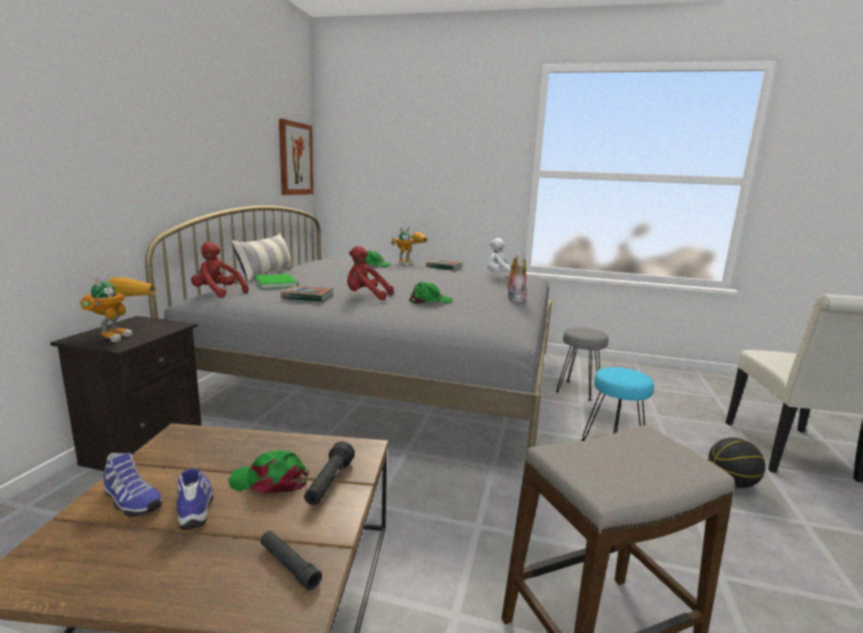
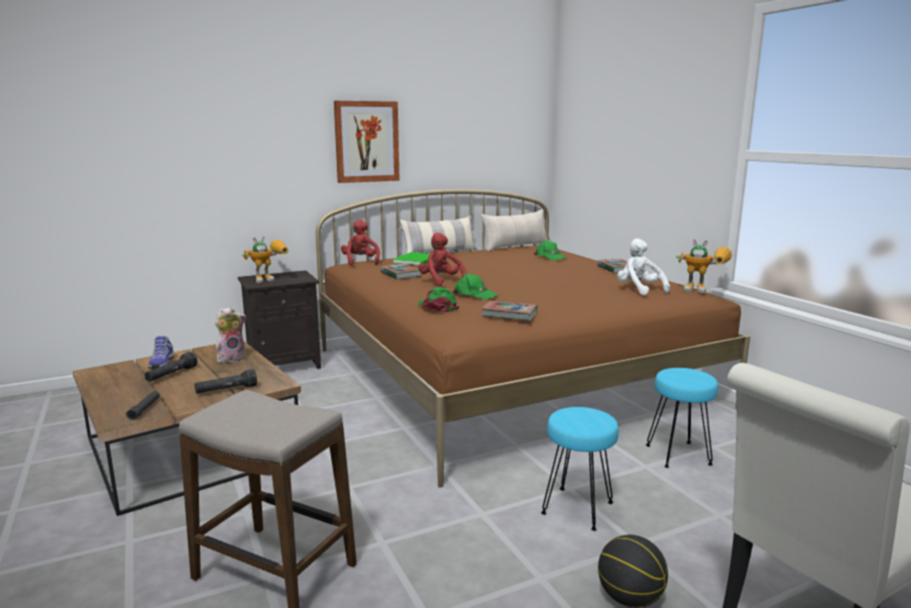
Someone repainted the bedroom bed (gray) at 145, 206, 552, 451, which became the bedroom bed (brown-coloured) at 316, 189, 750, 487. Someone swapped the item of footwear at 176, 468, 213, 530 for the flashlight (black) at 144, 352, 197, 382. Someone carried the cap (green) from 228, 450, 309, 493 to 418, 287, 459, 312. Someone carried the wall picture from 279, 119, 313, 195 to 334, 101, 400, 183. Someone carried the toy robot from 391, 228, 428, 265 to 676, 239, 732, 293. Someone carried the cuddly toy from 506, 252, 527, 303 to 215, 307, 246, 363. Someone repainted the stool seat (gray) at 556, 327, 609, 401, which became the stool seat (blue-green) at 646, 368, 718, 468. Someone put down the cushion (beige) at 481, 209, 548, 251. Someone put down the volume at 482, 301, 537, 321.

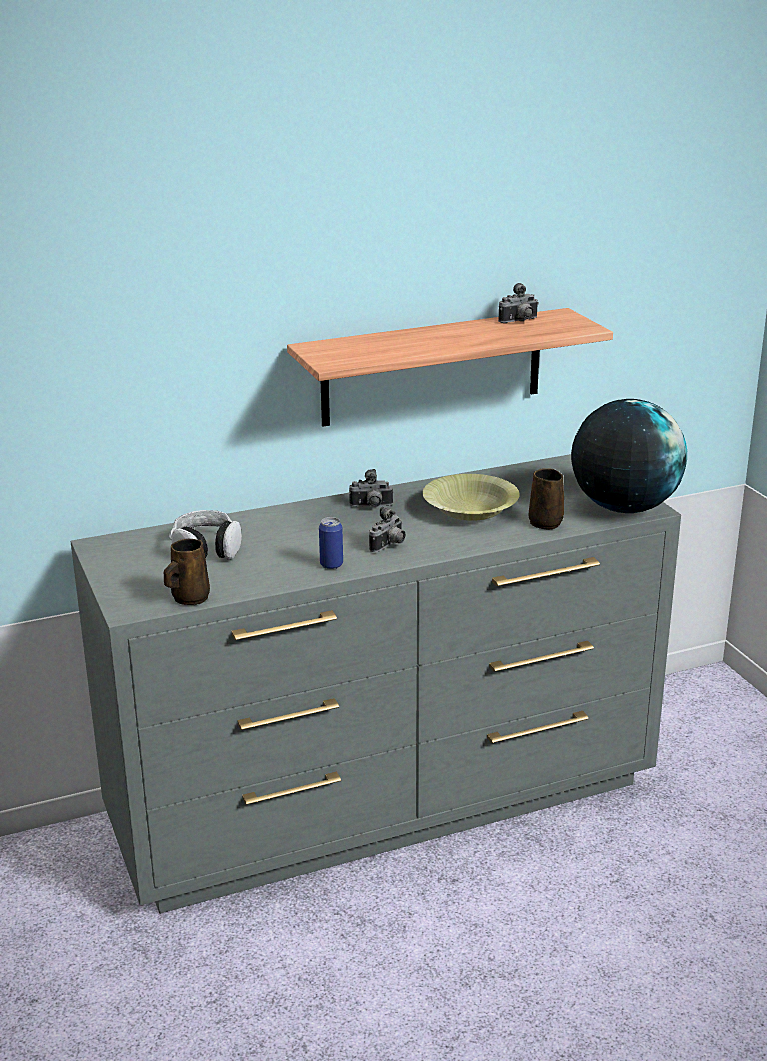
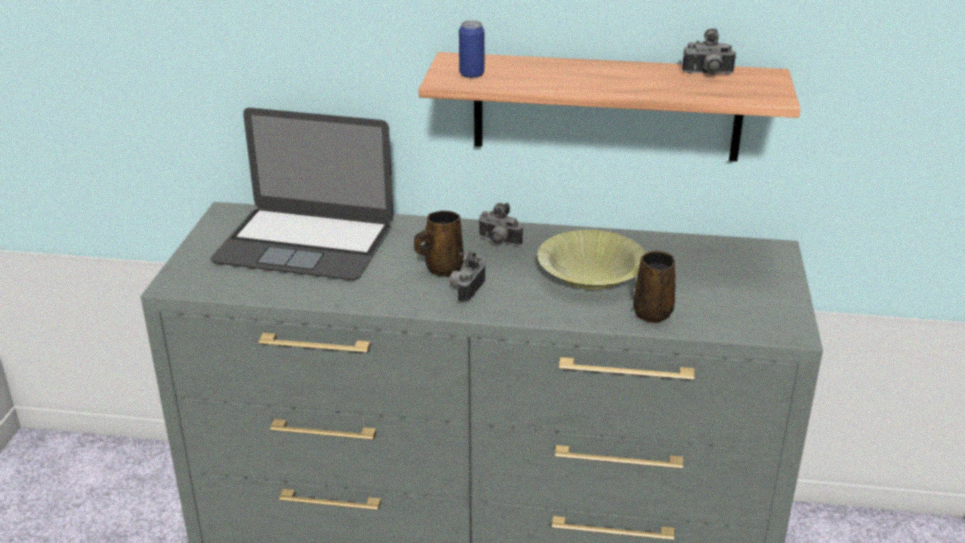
Someone carried the tea mug (brown-coloured) from 164, 539, 210, 605 to 414, 211, 463, 277. Someone swapped the pair of headphones at 169, 510, 242, 560 for the laptop at 210, 108, 393, 280. Someone carried the metal can from 319, 517, 343, 569 to 459, 20, 484, 78. Someone rotated the photo camera at 369, 507, 405, 552 by 135 degrees clockwise. Someone took away the desk globe at 571, 399, 687, 513.

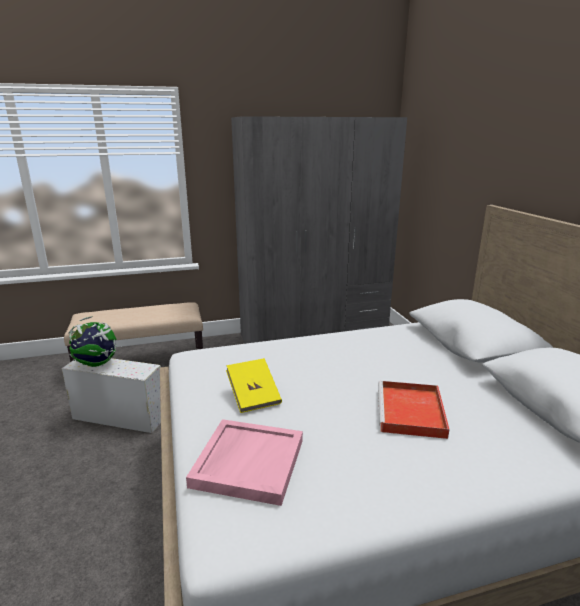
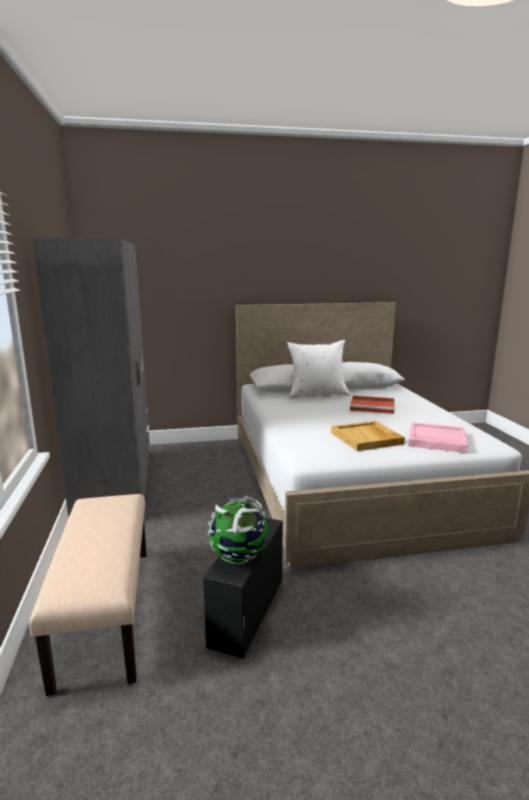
Someone repainted the storage box (white) at 62, 358, 161, 433, which became the storage box (black) at 203, 518, 283, 658. Someone swapped the volume (yellow-coloured) at 226, 358, 282, 413 for the tray (beige) at 331, 421, 405, 451. Someone put down the cushion (white) at 287, 340, 350, 399.

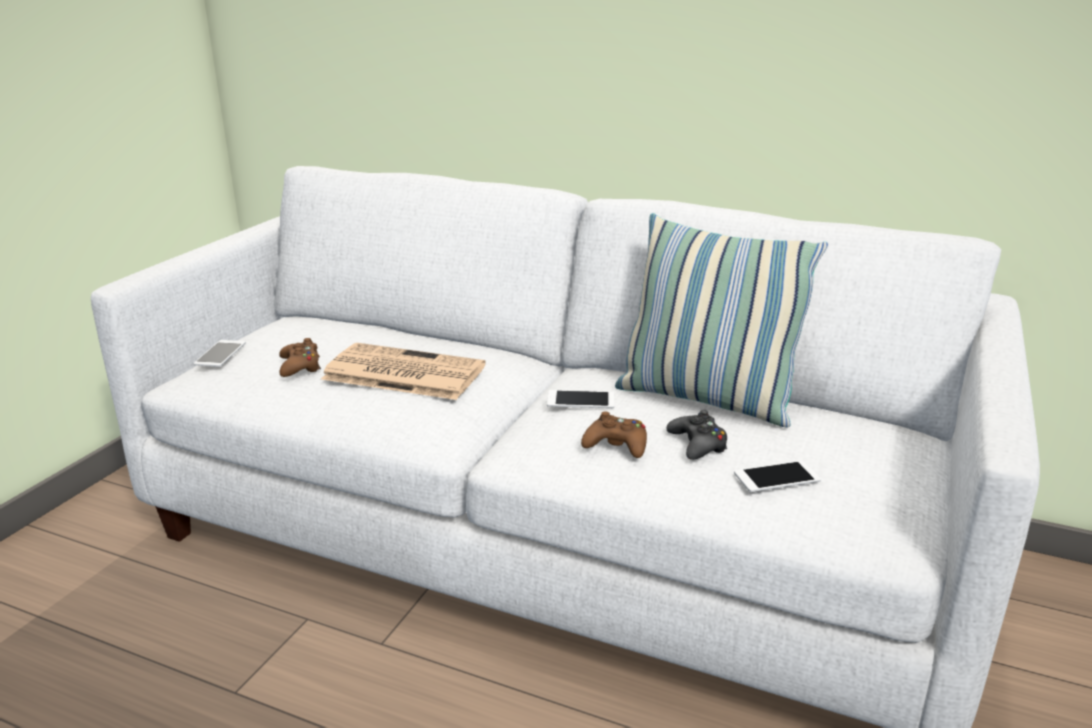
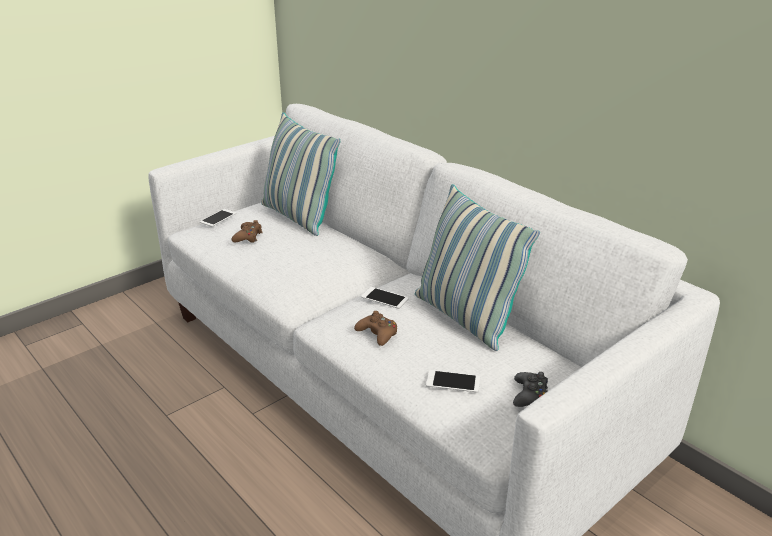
Someone took away the newspaper at 321, 343, 486, 400. Someone carried the game controller (black) from 666, 410, 727, 460 to 513, 372, 548, 407. Someone put down the cushion at 261, 112, 341, 236.

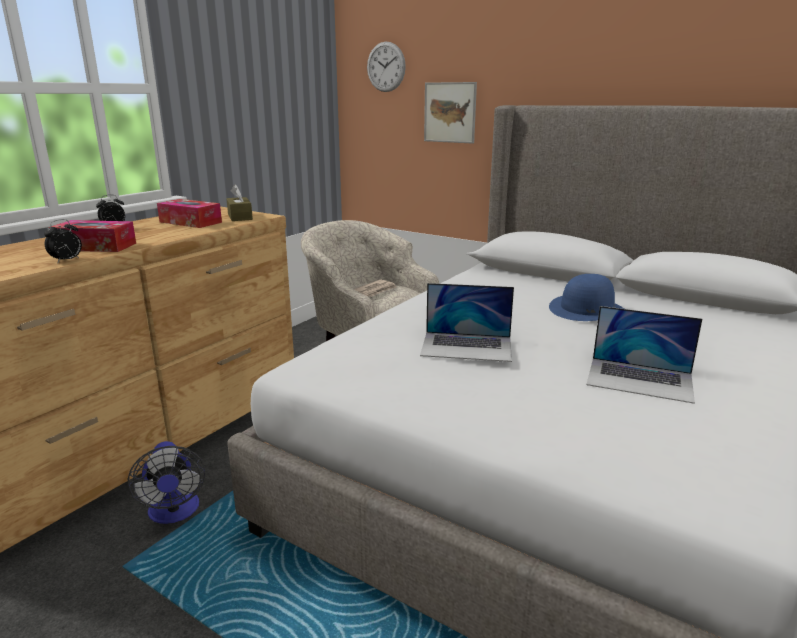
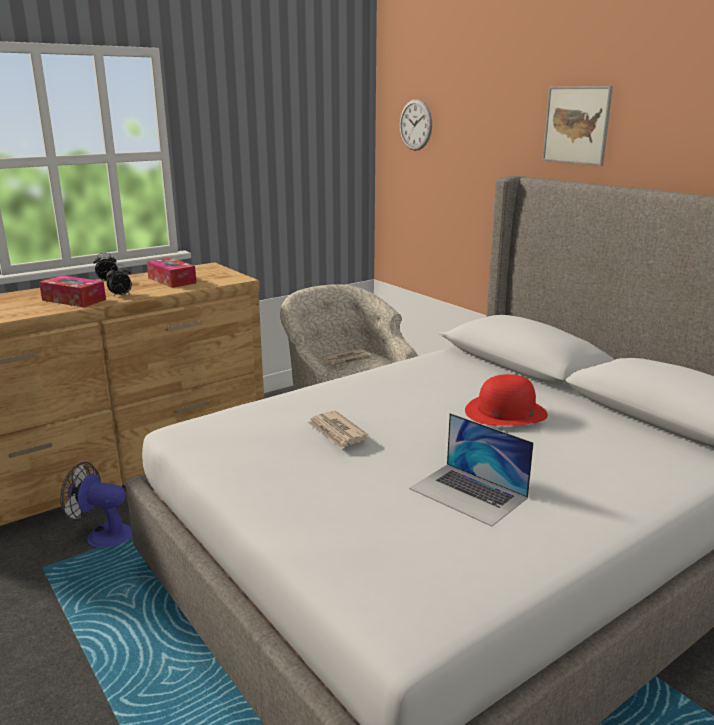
Someone carried the table clock from 44, 219, 82, 262 to 106, 265, 132, 296. Someone rotated the fan at 128, 441, 205, 524 by 105 degrees clockwise. Someone took away the tissue box (brown-coloured) at 227, 184, 253, 221. Someone swapped the laptop at 420, 283, 514, 362 for the newspaper at 307, 411, 369, 449. Someone carried the wall picture from 424, 82, 477, 144 to 542, 86, 613, 166. Someone repainted the clothing hat (bluish) at 549, 274, 624, 321, which became the clothing hat (red) at 465, 374, 548, 426.

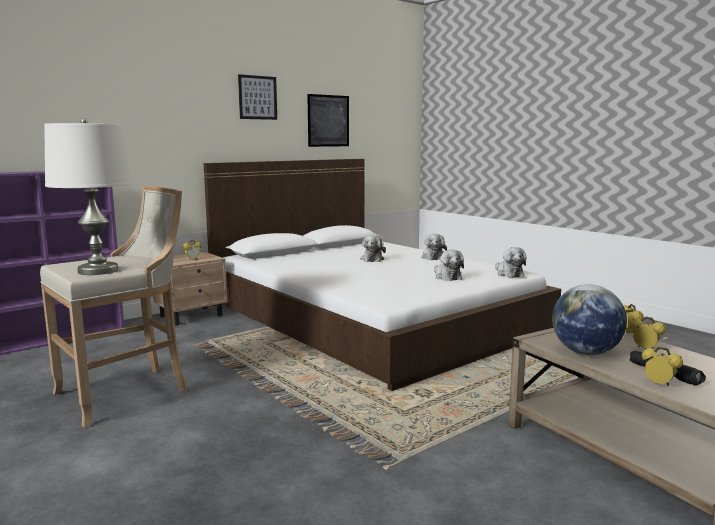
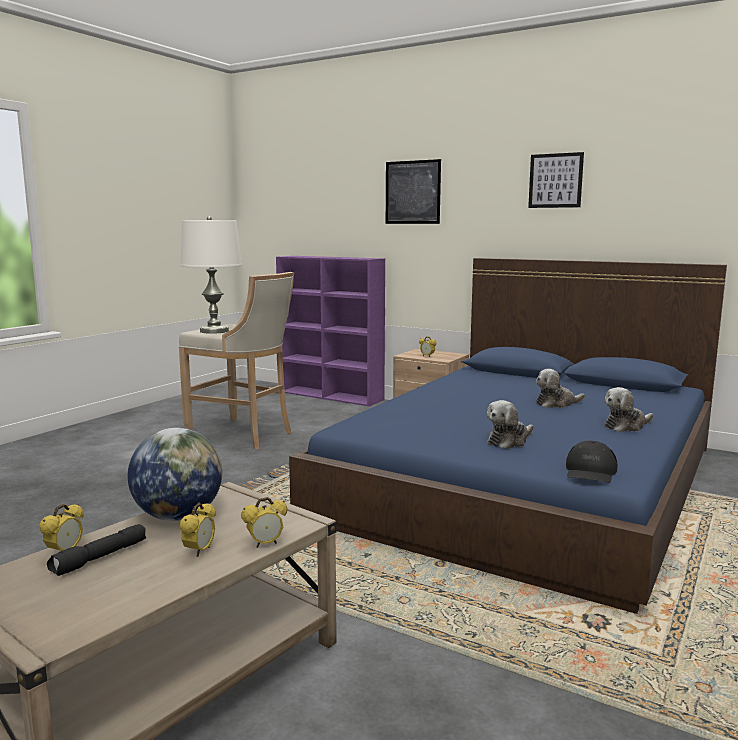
Someone repainted the bedroom bed (white) at 203, 159, 561, 391, which became the bedroom bed (bluish) at 289, 258, 727, 614. Someone carried the wall picture from 307, 94, 349, 147 to 386, 159, 441, 224. Someone swapped the cuddly toy at 495, 247, 527, 277 for the cap (black) at 566, 441, 618, 483.

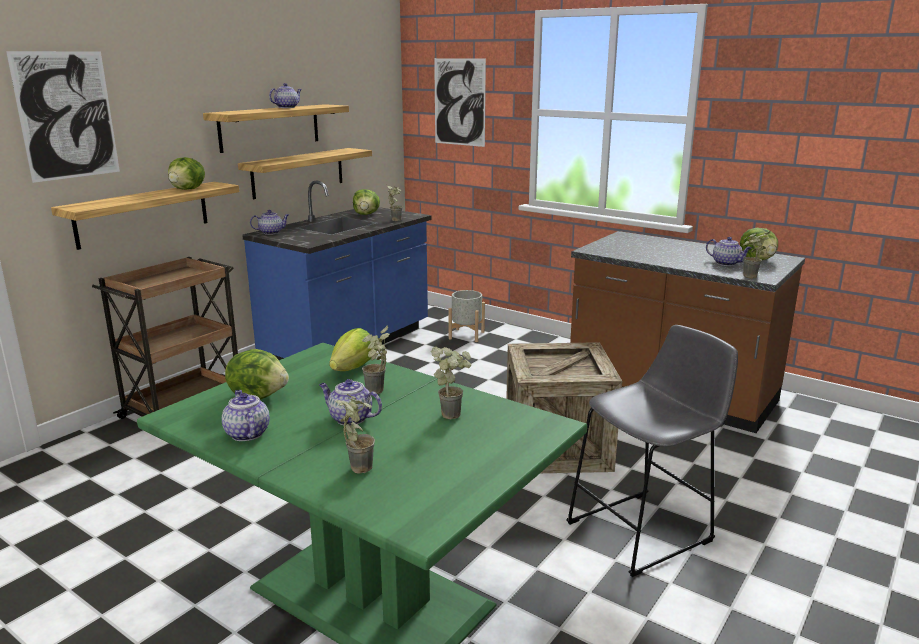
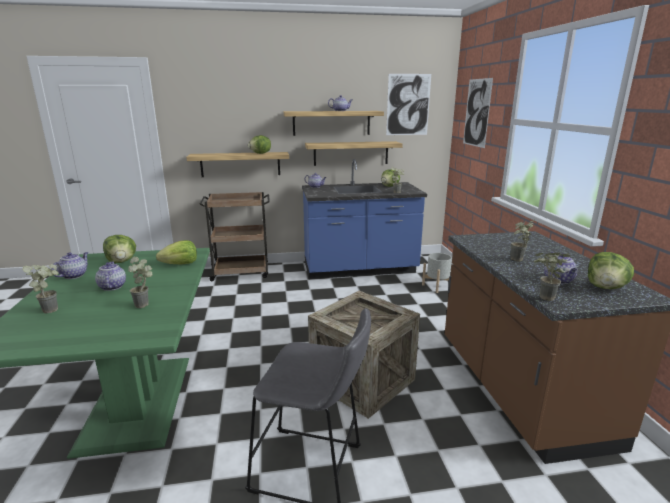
Someone carried the wall picture from 6, 51, 120, 183 to 386, 74, 431, 135. Someone carried the houseplant from 362, 326, 390, 394 to 511, 219, 535, 262.

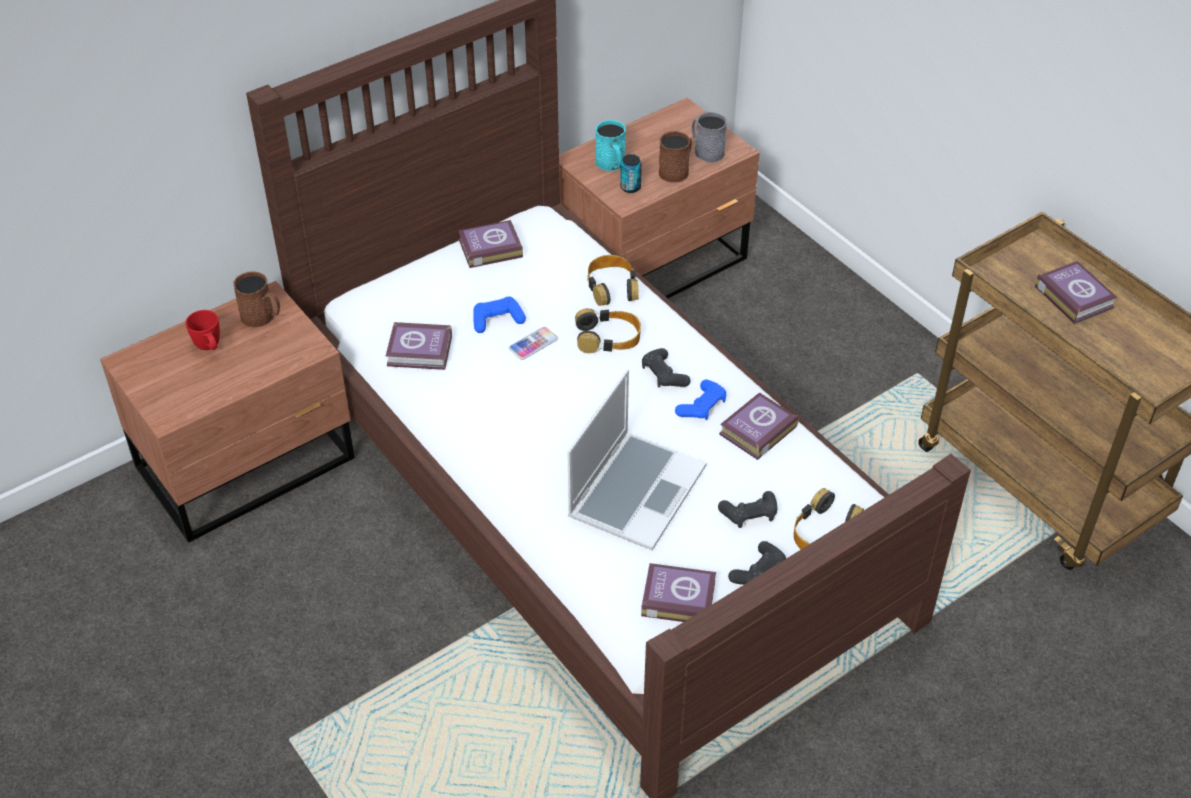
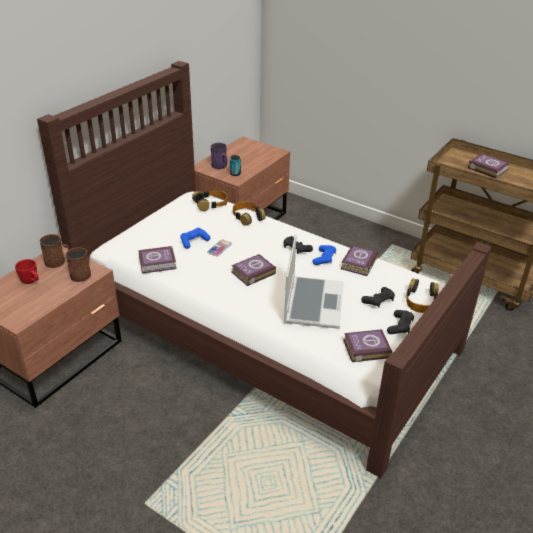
Someone carried the volume from 458, 220, 523, 268 to 231, 254, 276, 286. Someone carried the pair of headphones from 575, 308, 641, 353 to 192, 191, 227, 211. Someone repainted the tea mug (blue-green) at 595, 120, 626, 171, which became the tea mug (purple-coloured) at 211, 143, 228, 169. Someone carried the tea mug (brown-coloured) from 659, 131, 692, 182 to 65, 247, 91, 282. Someone took away the tea mug (gray) at 692, 112, 727, 163.

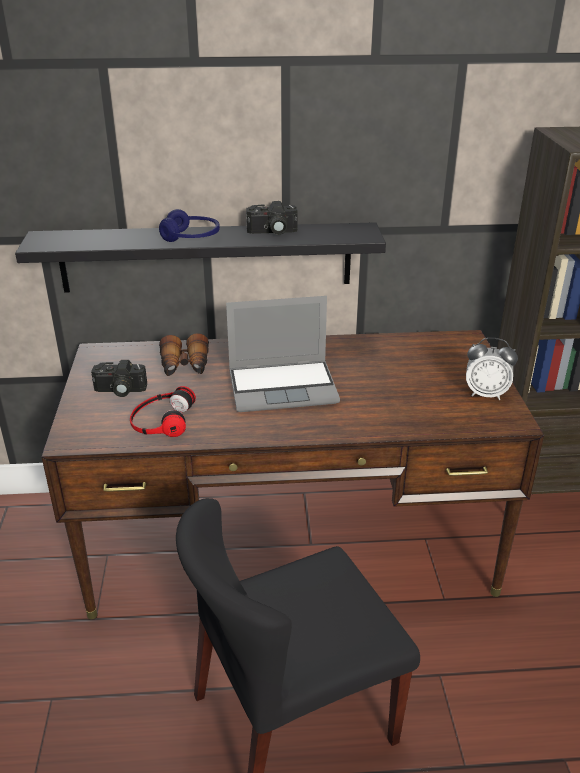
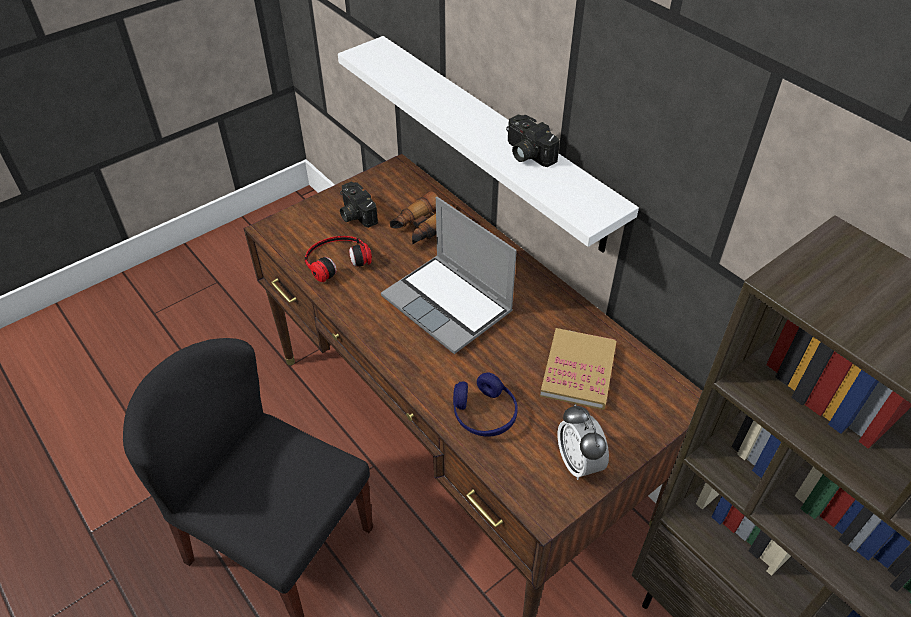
Someone repainted the bracket shelf (black) at 15, 222, 386, 293, which became the bracket shelf (white) at 338, 36, 639, 253. Someone carried the pair of headphones (bluish) from 159, 209, 220, 242 to 453, 373, 518, 437. Someone put down the volume at 540, 328, 616, 410.

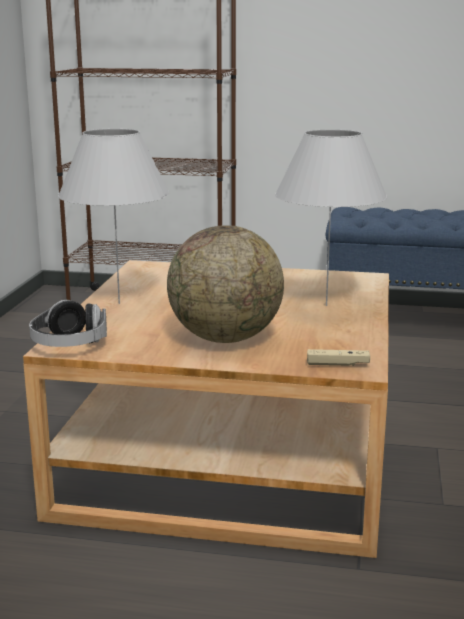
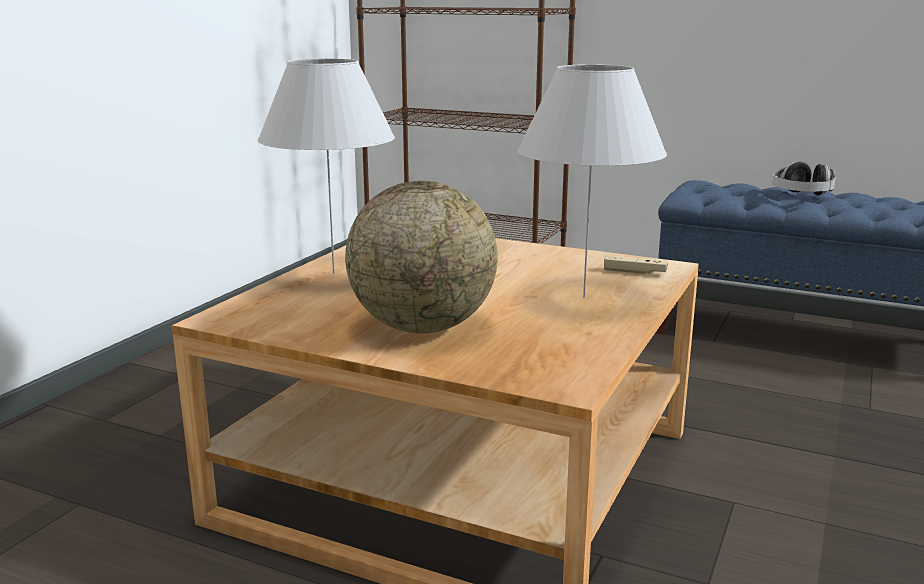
Someone carried the pair of headphones from 29, 300, 107, 347 to 772, 162, 836, 195. Someone carried the game controller (beige) from 307, 349, 370, 366 to 604, 255, 668, 274.

